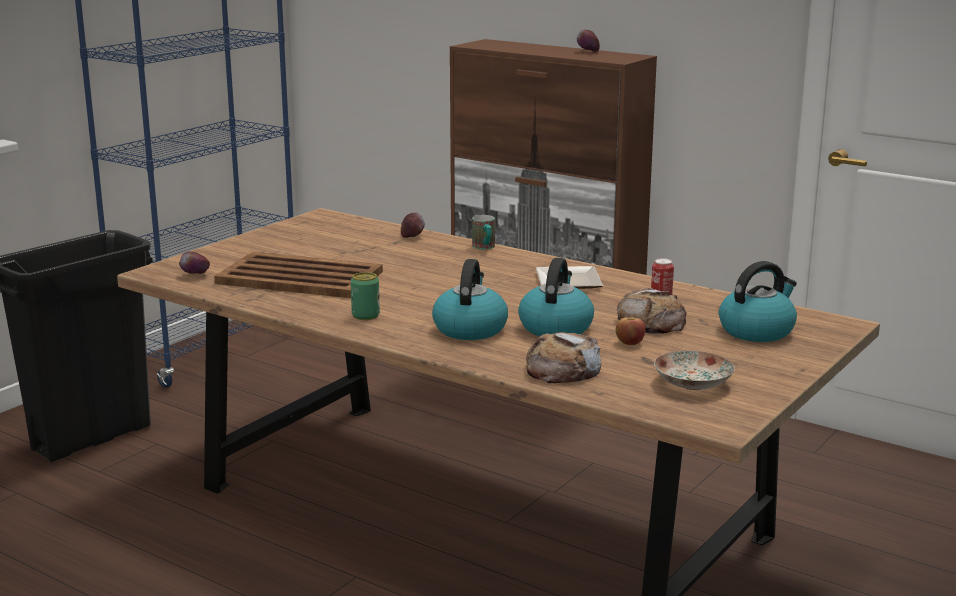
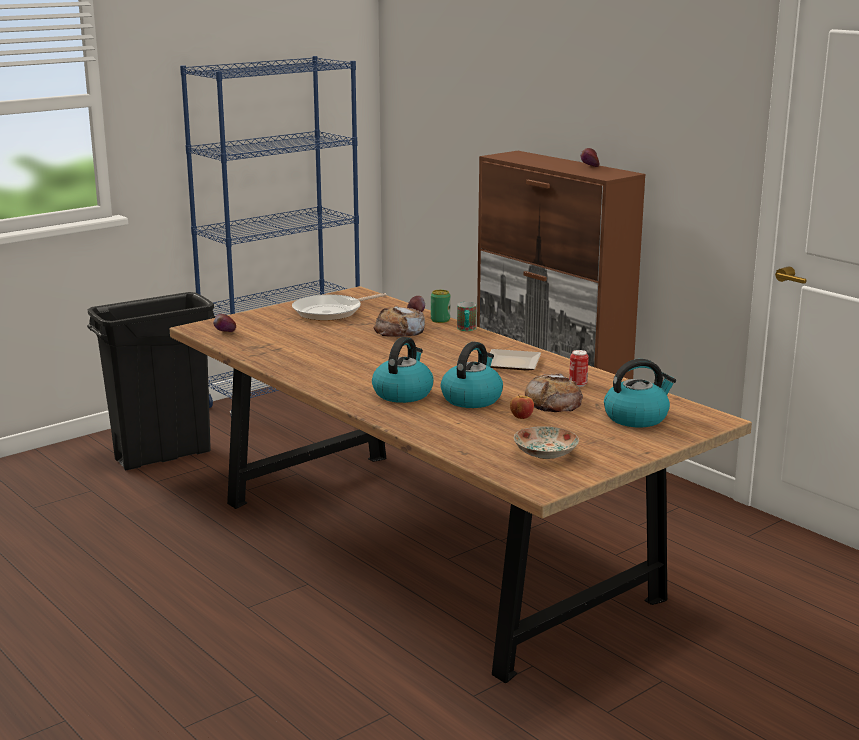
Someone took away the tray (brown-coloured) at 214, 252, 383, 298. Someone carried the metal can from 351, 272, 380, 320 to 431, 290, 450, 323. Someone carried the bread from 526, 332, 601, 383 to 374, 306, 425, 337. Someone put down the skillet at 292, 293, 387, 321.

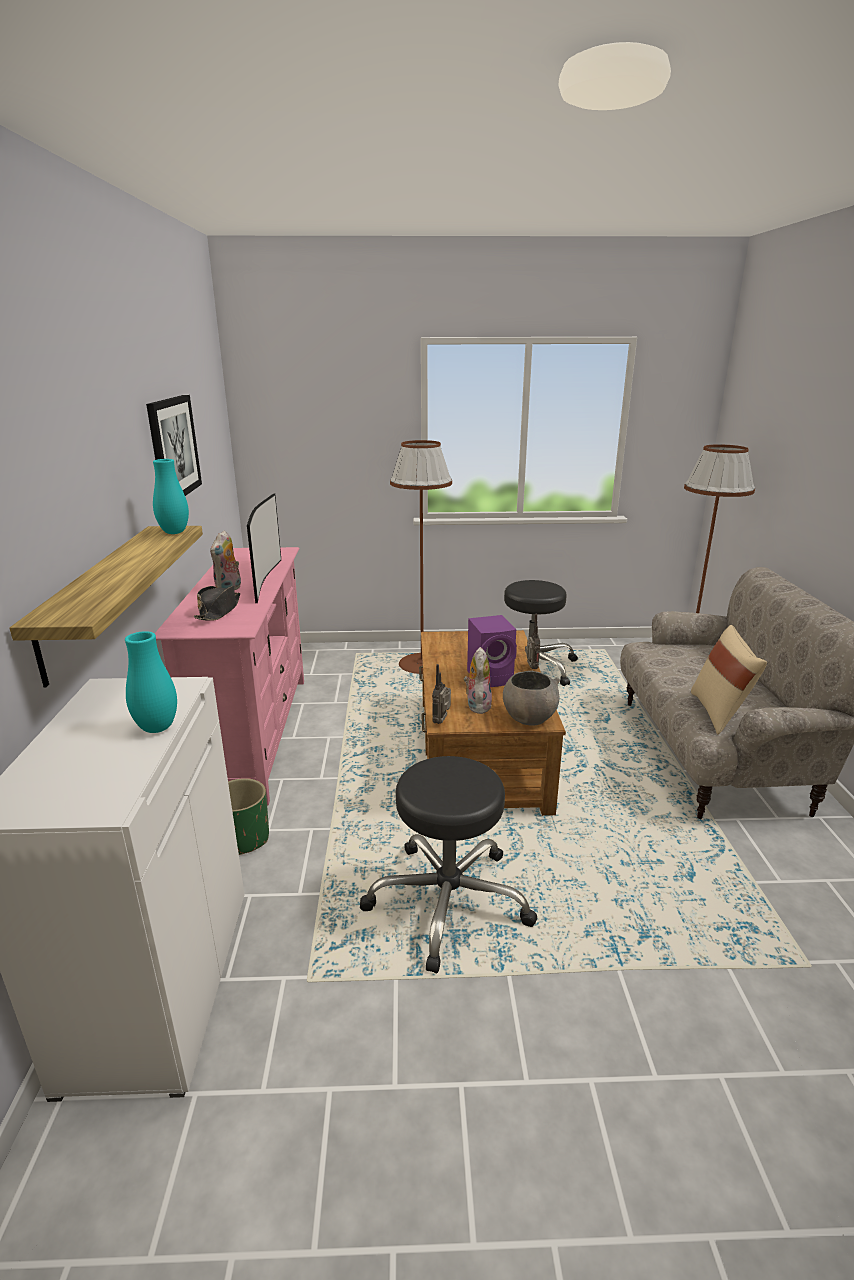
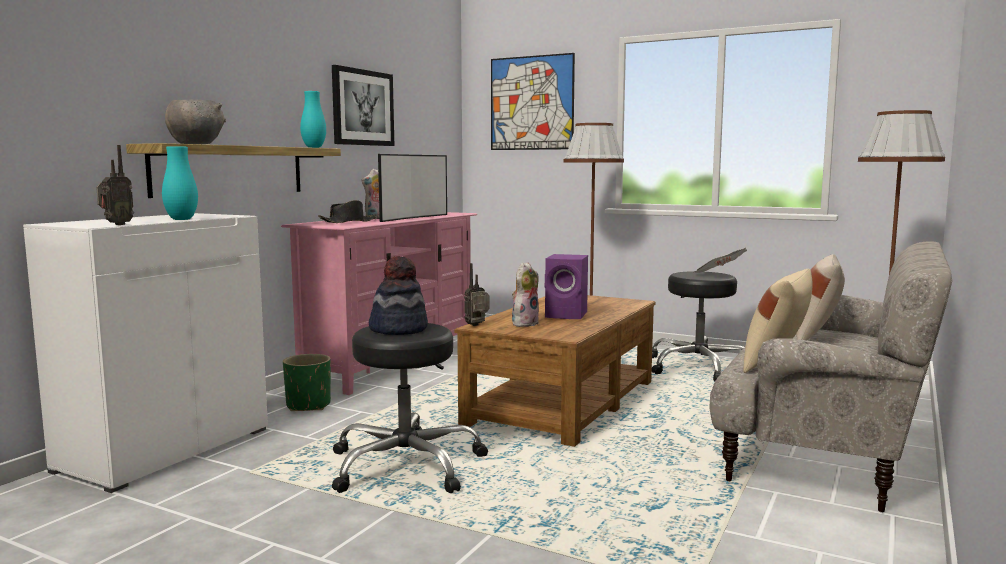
Someone carried the serving bowl (gray) from 503, 671, 560, 726 to 165, 100, 226, 144. Someone carried the radio receiver from 525, 614, 540, 669 to 96, 145, 134, 225. Someone put down the clothing hat at 369, 256, 428, 335. Someone put up the wall picture at 491, 53, 575, 150. Someone put down the newspaper at 693, 248, 747, 273. Someone put down the cushion (beige) at 796, 254, 845, 340.

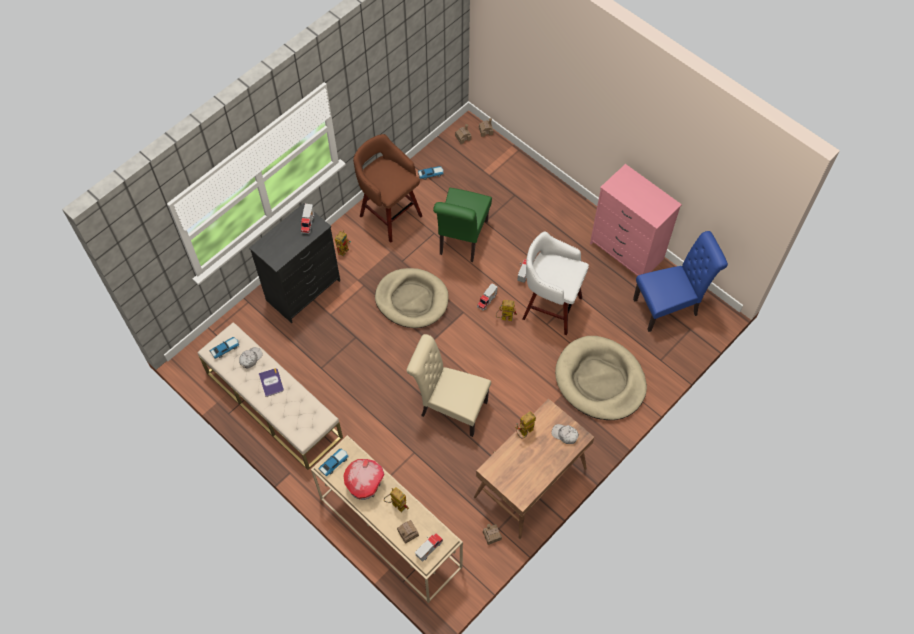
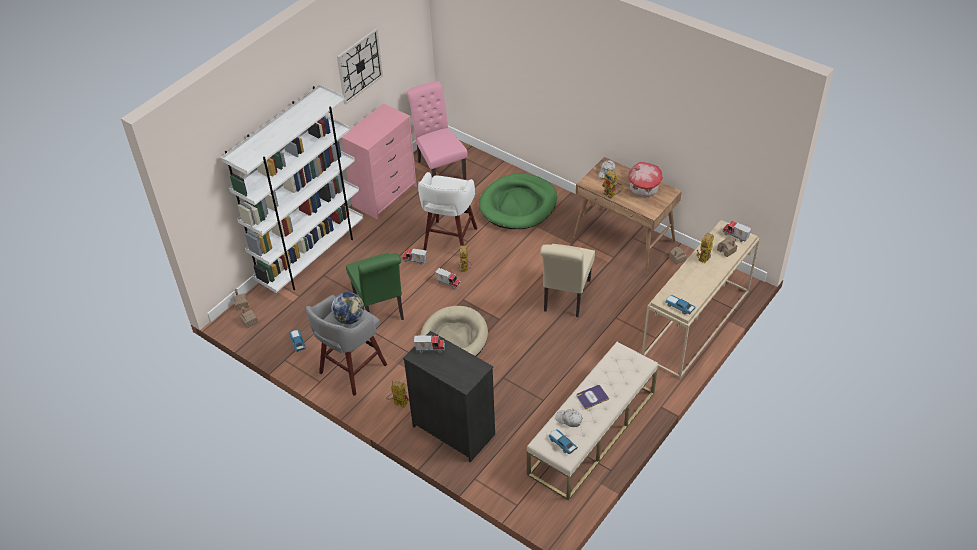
Someone carried the toy house from 343, 459, 385, 500 to 628, 162, 663, 197. Someone repainted the stool seat (brown-coloured) at 353, 134, 422, 243, which became the stool seat (gray) at 306, 295, 387, 396. Someone rotated the chair (green) at 433, 188, 492, 262 by 60 degrees clockwise. Someone repainted the dog cushion (beige) at 555, 336, 647, 420, which became the dog cushion (green) at 479, 173, 557, 229. Someone repainted the chair (bluish) at 633, 231, 728, 332, which became the chair (pinkish) at 406, 81, 468, 180. Someone put down the shelving unit (white) at 221, 84, 363, 293. Someone put down the desk globe at 331, 292, 364, 324. Someone put up the wall clock at 337, 28, 383, 104.

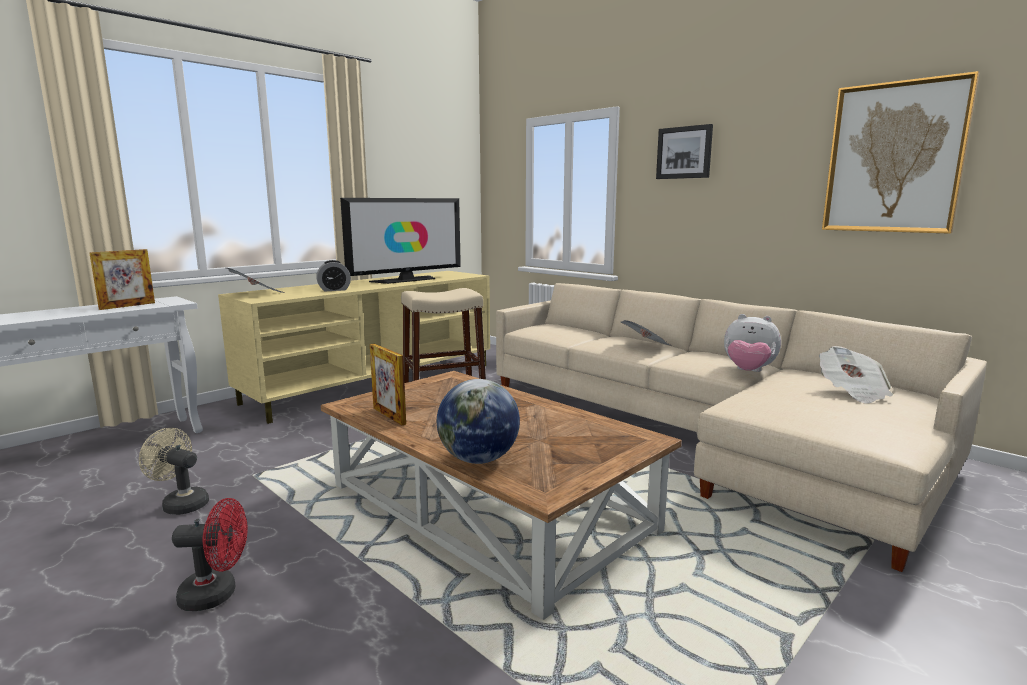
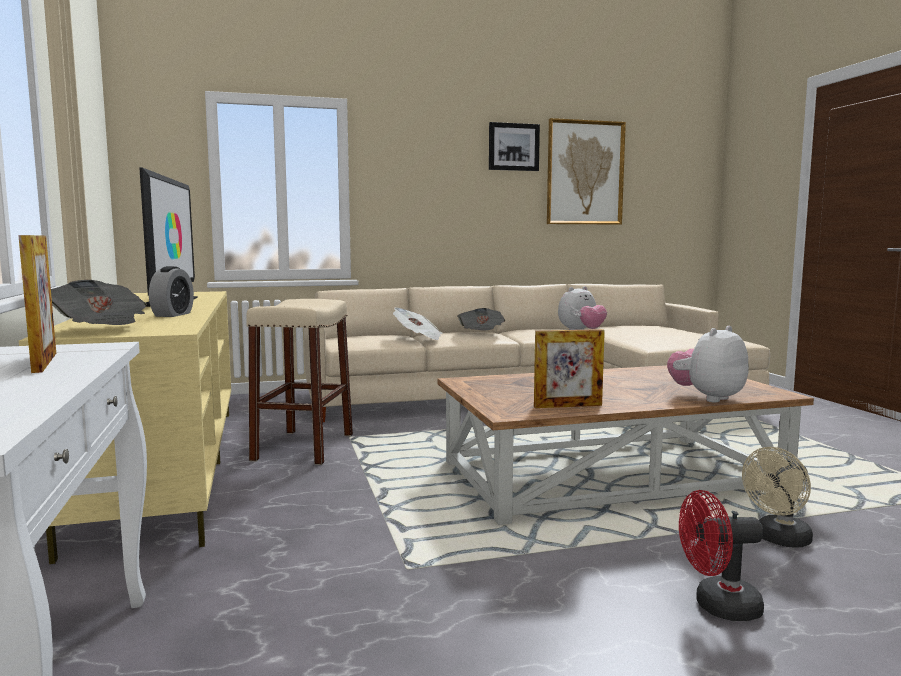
Someone carried the fan (beige) from 139, 428, 209, 515 to 742, 447, 813, 548. Someone rotated the fan (red) at 172, 498, 248, 611 by 120 degrees counterclockwise. Someone swapped the desk globe at 437, 379, 520, 464 for the cuddly toy at 667, 326, 749, 403. Someone carried the wall picture from 656, 124, 713, 179 to 489, 122, 540, 171. Someone carried the newspaper from 819, 346, 893, 404 to 393, 307, 442, 340.

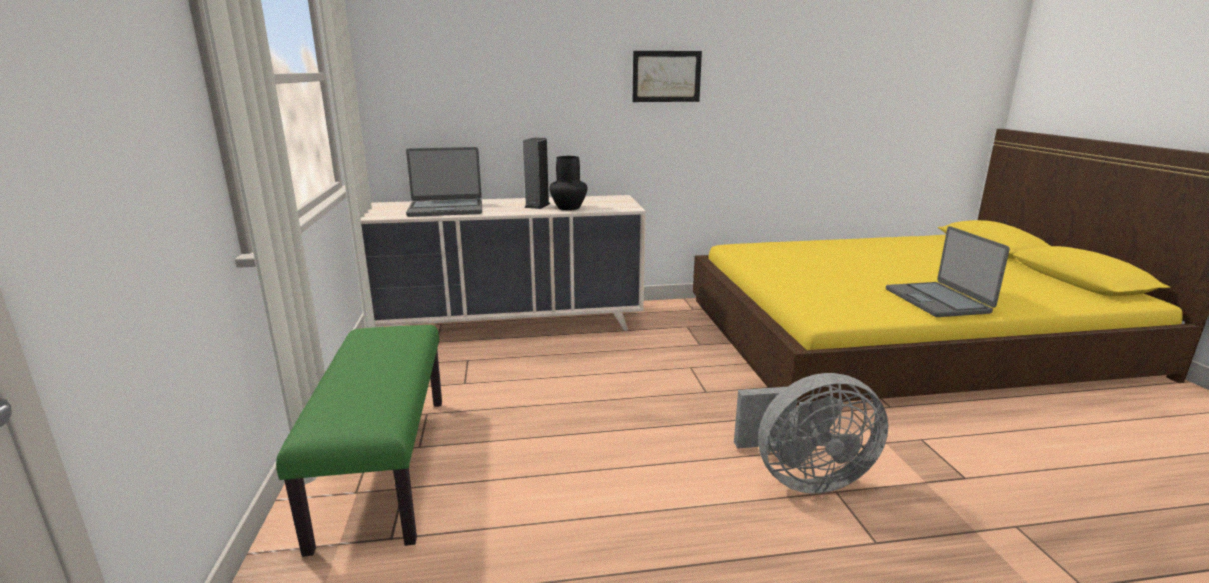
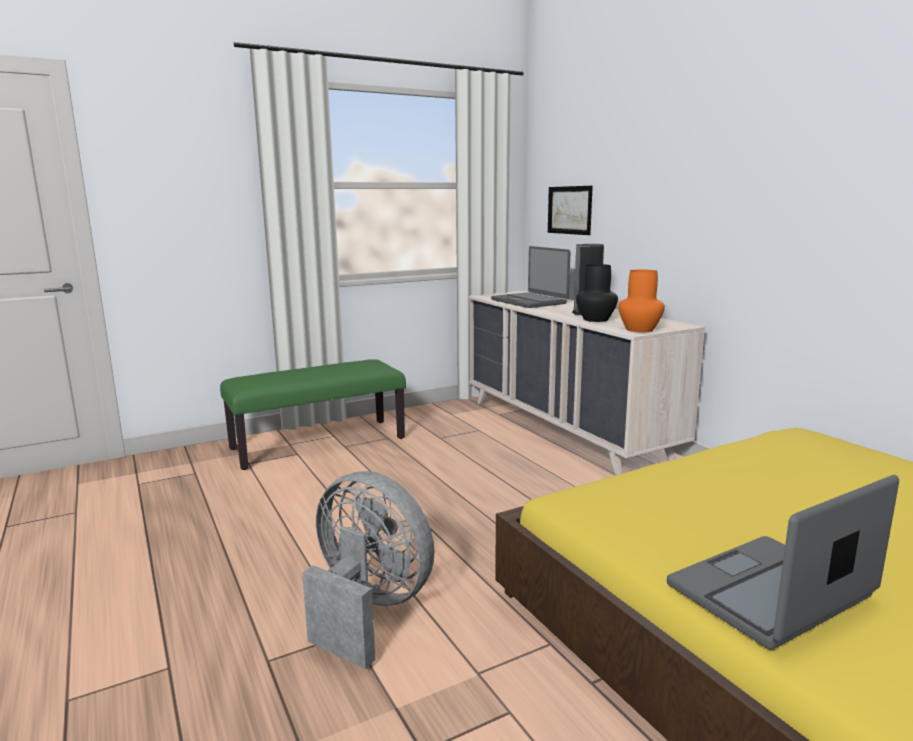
Someone carried the wall picture from 633, 51, 702, 102 to 548, 186, 593, 235. Someone rotated the fan (gray) at 734, 373, 888, 494 by 150 degrees clockwise. Someone put down the vase (orangey) at 618, 269, 665, 332.

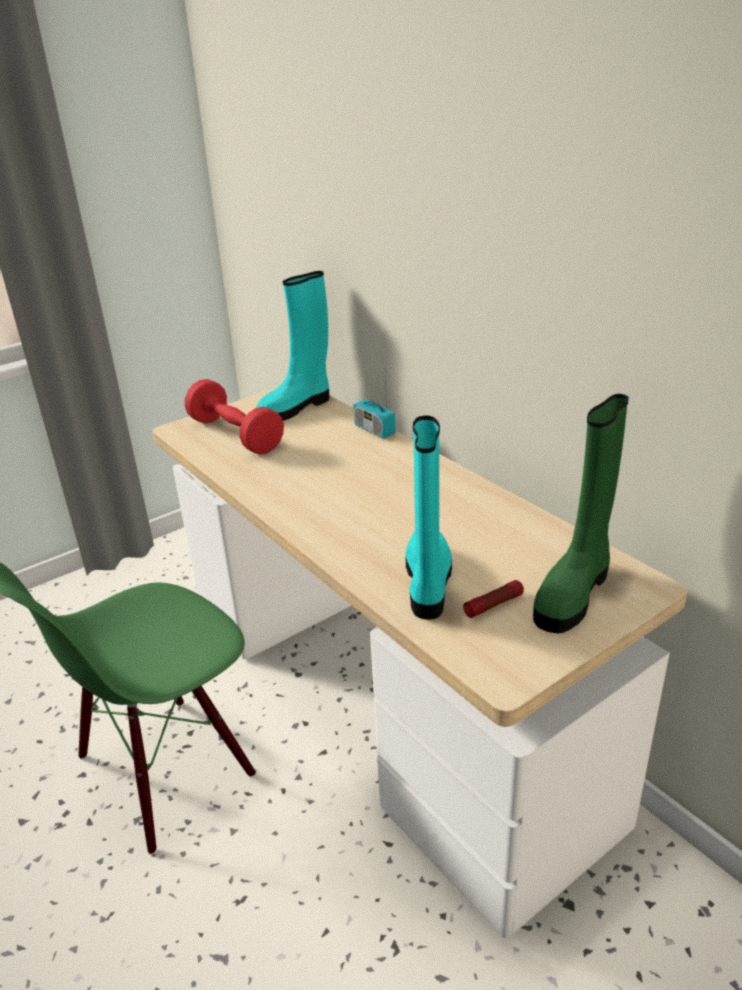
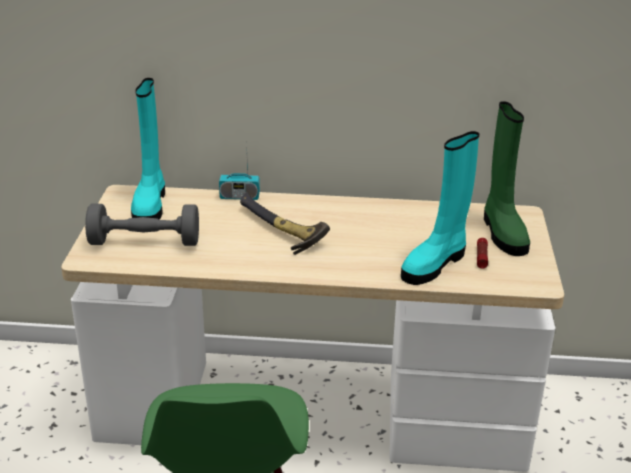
Someone repainted the free weight (red) at 185, 379, 284, 455, which became the free weight (gray) at 85, 204, 199, 246. Someone rotated the high-top boot (blue-green) at 406, 416, 452, 620 by 90 degrees counterclockwise. Someone put down the hammer at 240, 192, 330, 255.

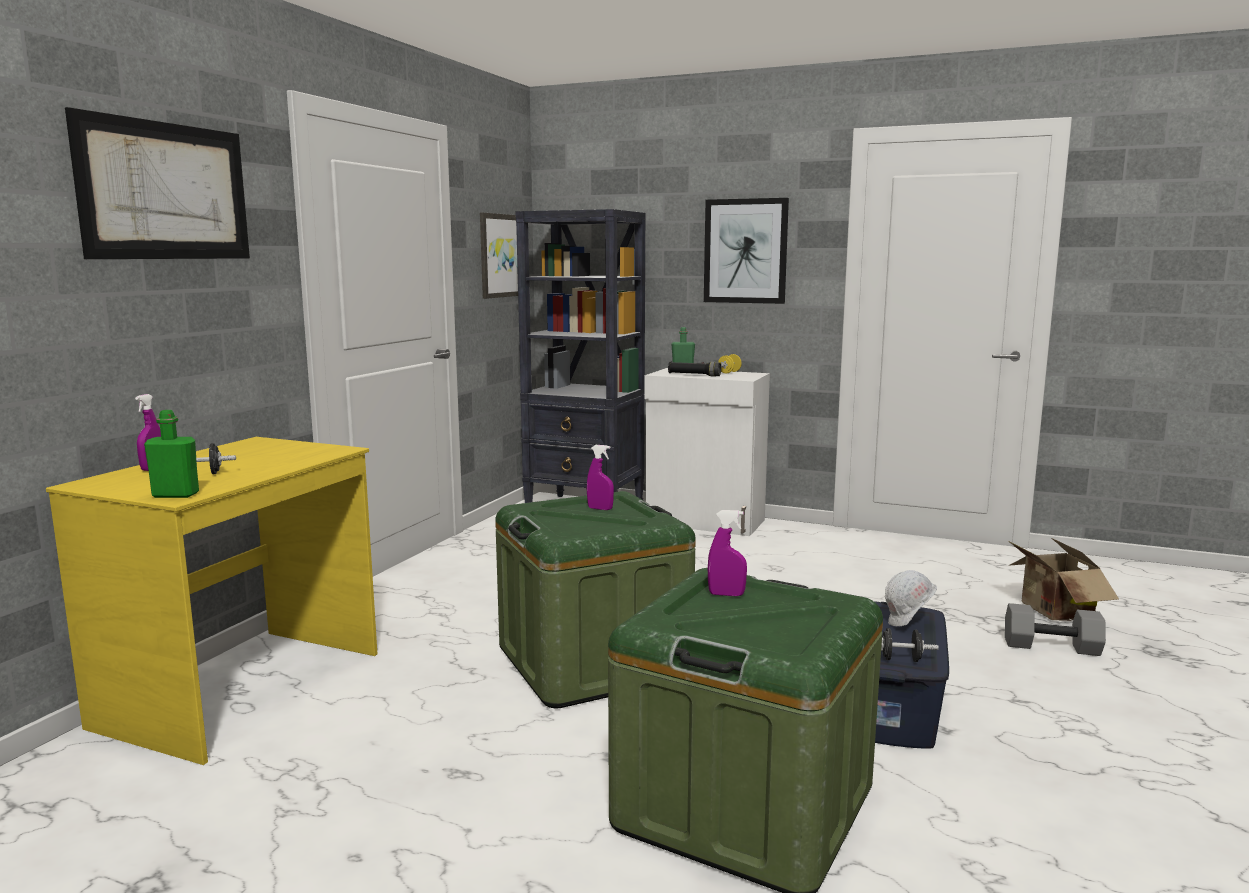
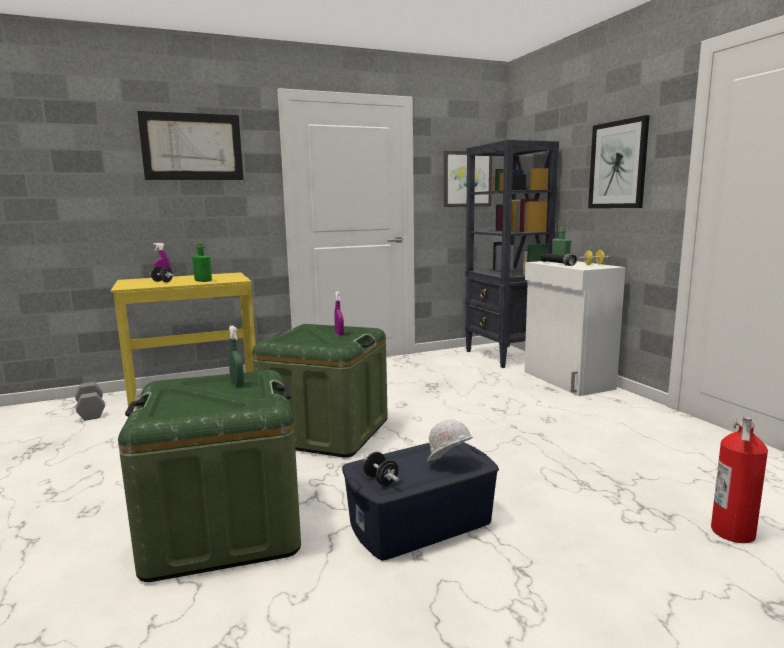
Someone carried the beverage bottle (green) from 144, 410, 199, 498 to 192, 243, 212, 282. Someone repainted the sprayer (purple-coloured) at 708, 510, 747, 596, which became the sprayer (green) at 229, 326, 244, 387. Someone carried the free weight (gray) from 1005, 603, 1106, 656 to 75, 382, 105, 421. Someone swapped the carton at 1008, 538, 1119, 621 for the fire extinguisher at 711, 416, 768, 543.

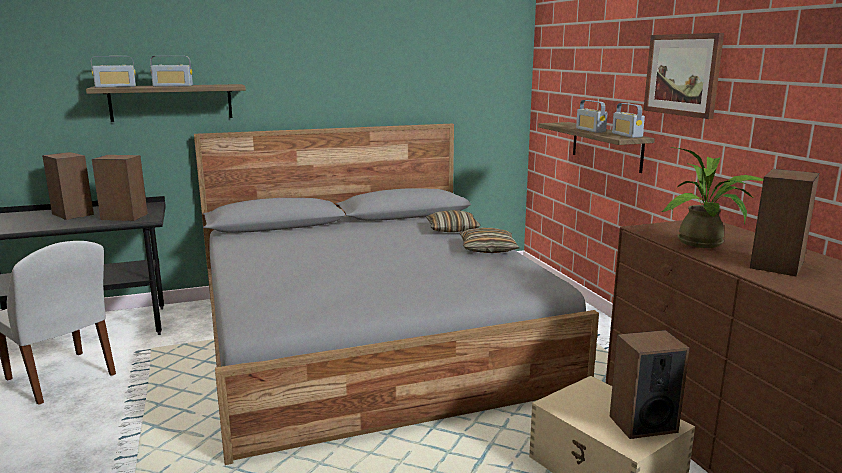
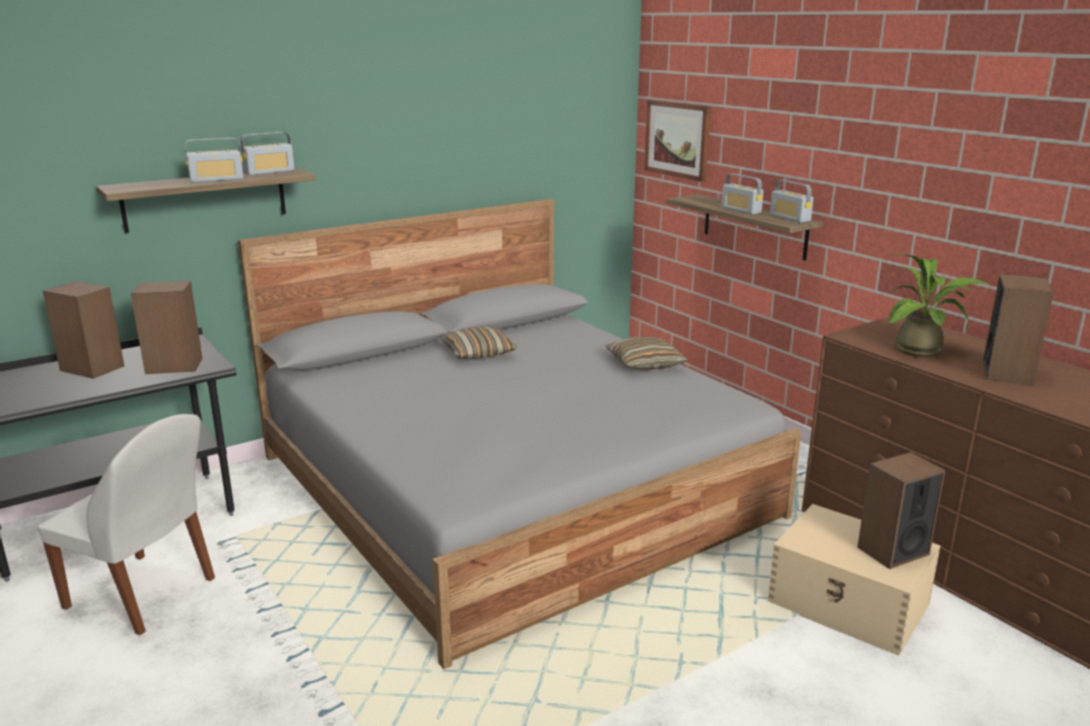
Someone carried the radio receiver from 91, 56, 136, 88 to 241, 132, 294, 176. Someone carried the cushion from 426, 210, 480, 232 to 441, 327, 517, 359. Someone carried the wall picture from 643, 33, 724, 119 to 644, 100, 711, 182.

